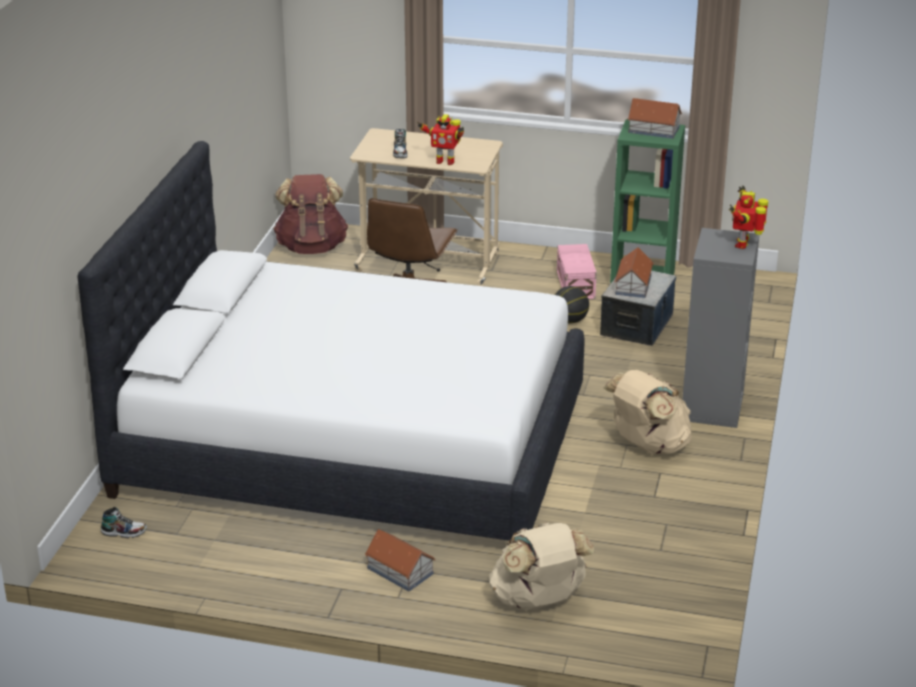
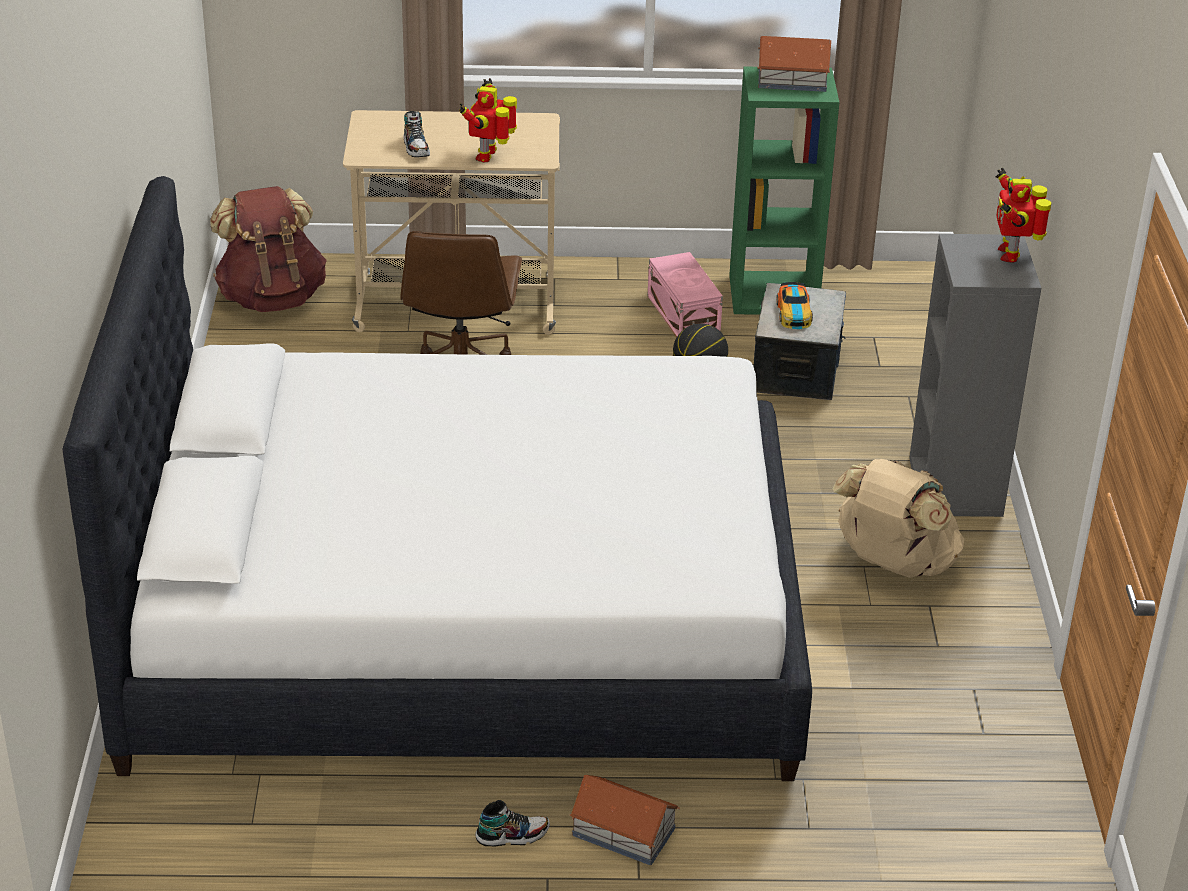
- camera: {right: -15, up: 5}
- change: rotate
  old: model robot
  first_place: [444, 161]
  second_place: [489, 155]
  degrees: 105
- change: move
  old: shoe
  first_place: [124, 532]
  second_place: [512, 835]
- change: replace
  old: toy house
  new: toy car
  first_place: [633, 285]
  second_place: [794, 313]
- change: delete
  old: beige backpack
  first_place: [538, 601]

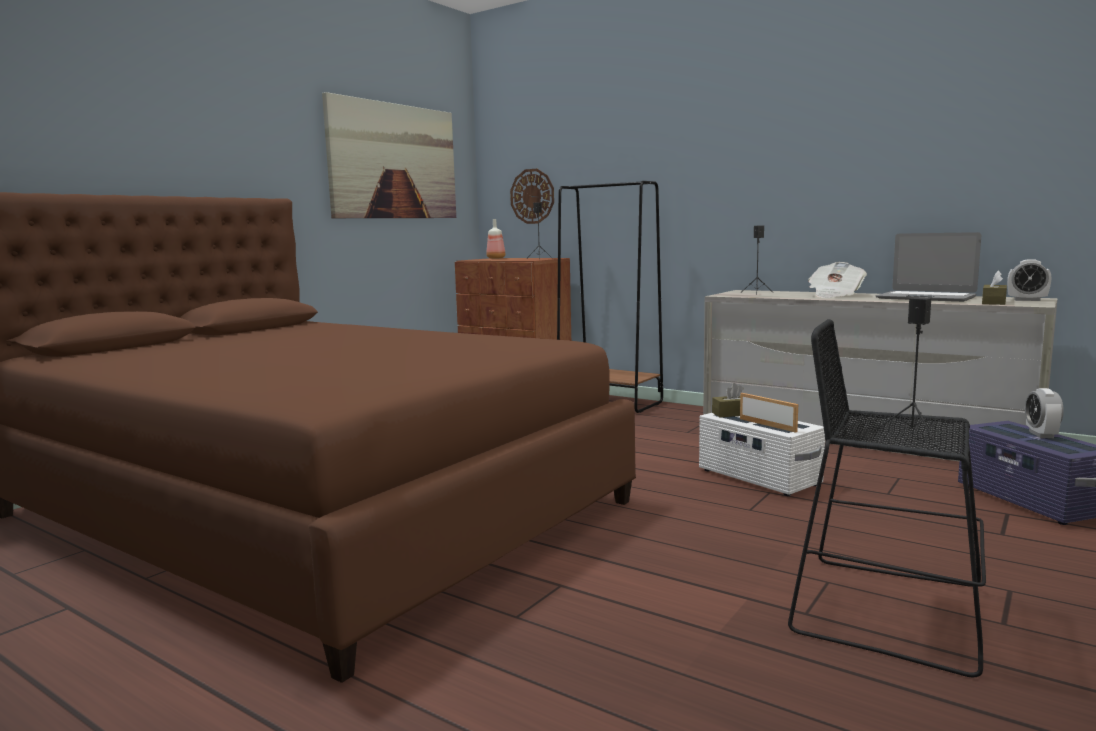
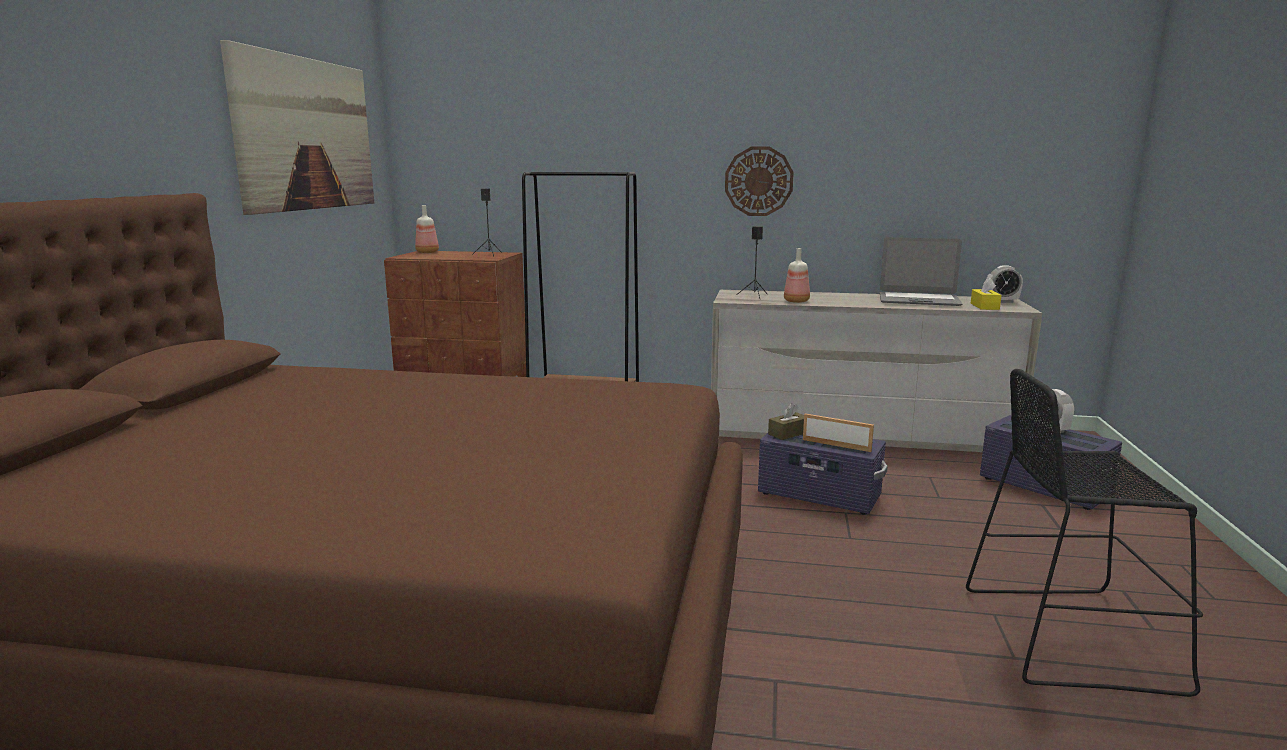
- camera: {right: -25, up: 5}
- change: move
  old: hanging clock
  first_place: [532, 196]
  second_place: [758, 181]
- change: recolor
  old: white storage container
  new: purple-coloured storage container
  first_place: [758, 477]
  second_place: [819, 495]
- change: insert
  new: bottle
  second_place: [797, 301]
- change: recolor
  old: brown-coloured box of tissues
  new: yellow box of tissues
  first_place: [993, 302]
  second_place: [984, 306]
- change: delete
  old: daily paper
  first_place: [834, 295]
- change: delete
  old: black loudspeaker
  first_place: [912, 435]

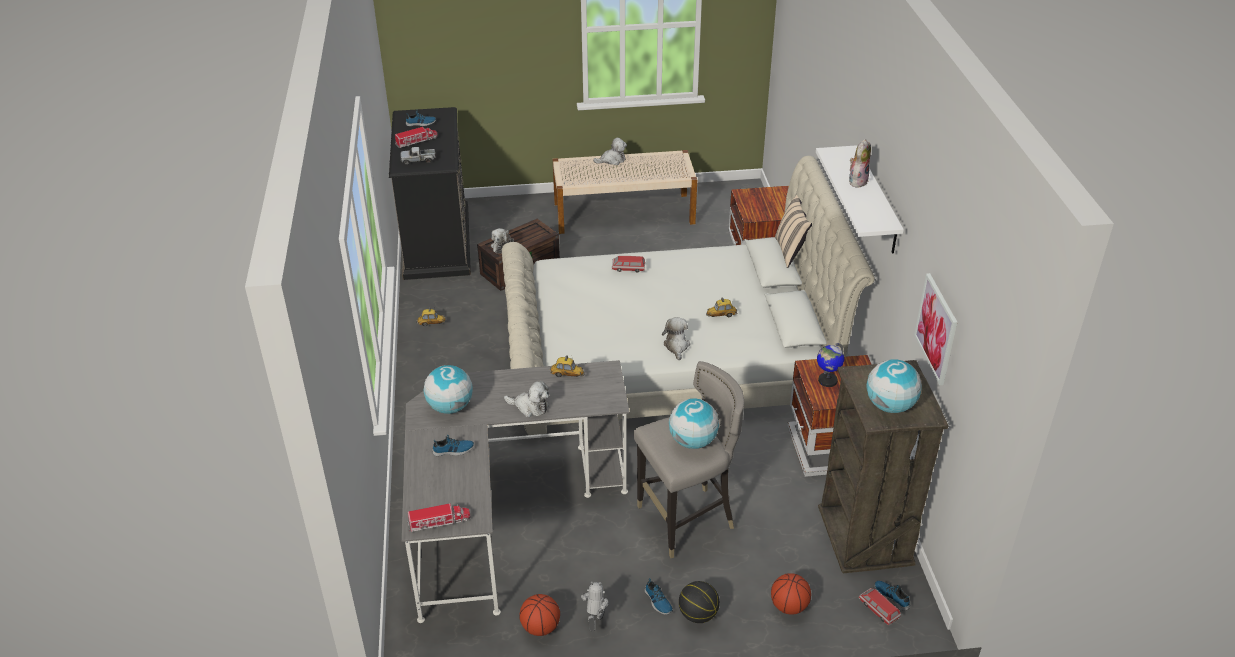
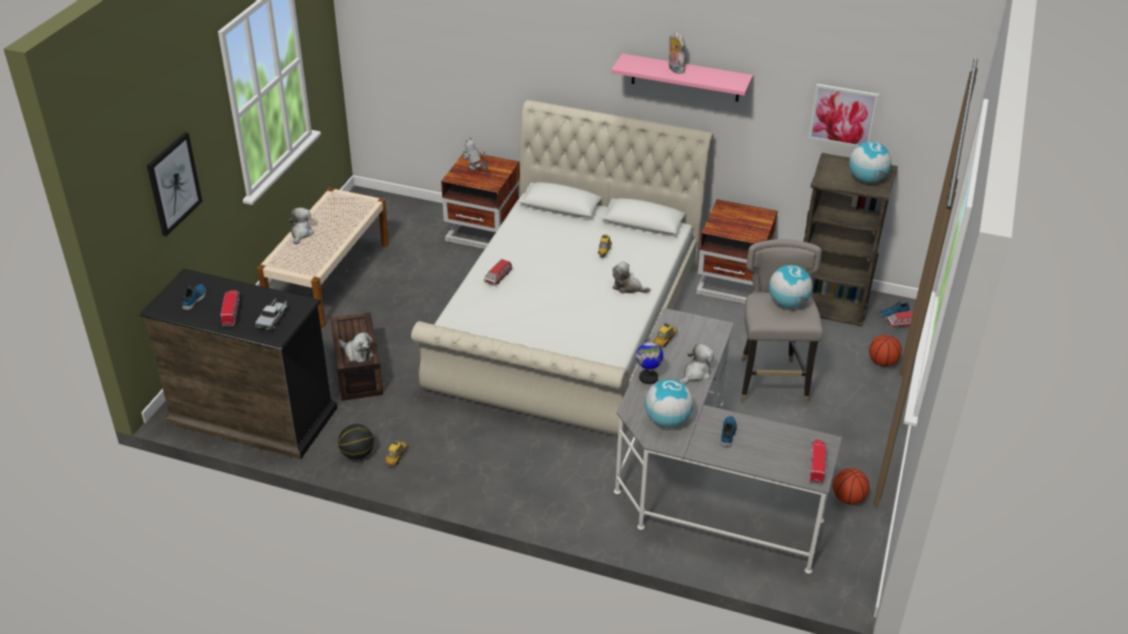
- camera: {right: -65, up: 0}
- change: insert
  new: wall art
  second_place: [173, 183]
- change: move
  old: ball for basketball
  first_place: [698, 614]
  second_place: [357, 454]
- change: move
  old: model robot
  first_place: [595, 622]
  second_place: [475, 172]
- change: recolor
  old: white shelf
  new: pinkish shelf
  first_place: [876, 201]
  second_place: [685, 78]
- change: move
  old: world globe
  first_place: [827, 380]
  second_place: [648, 378]
- change: delete
  old: shoe
  first_place: [657, 601]
- change: delete
  old: beige throw pillow
  first_place: [791, 251]

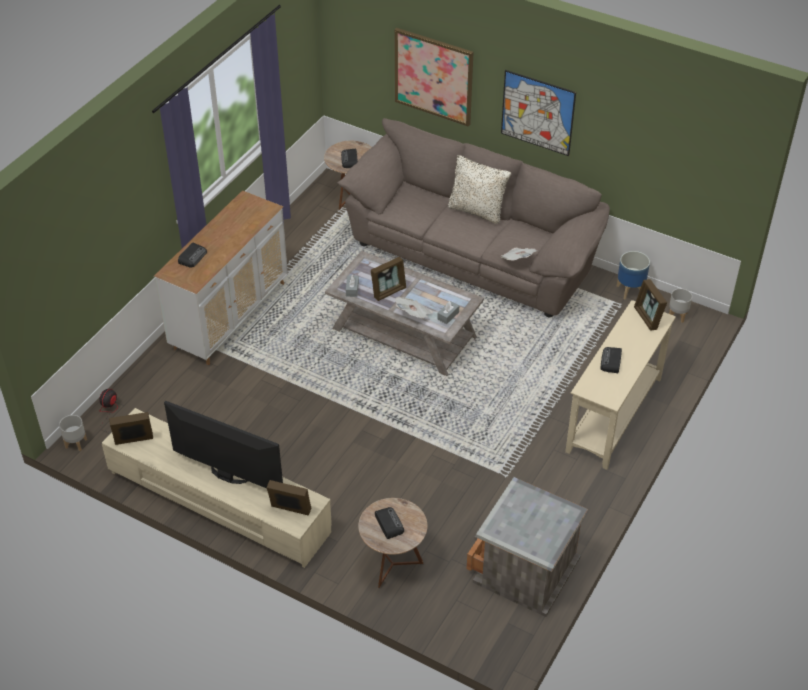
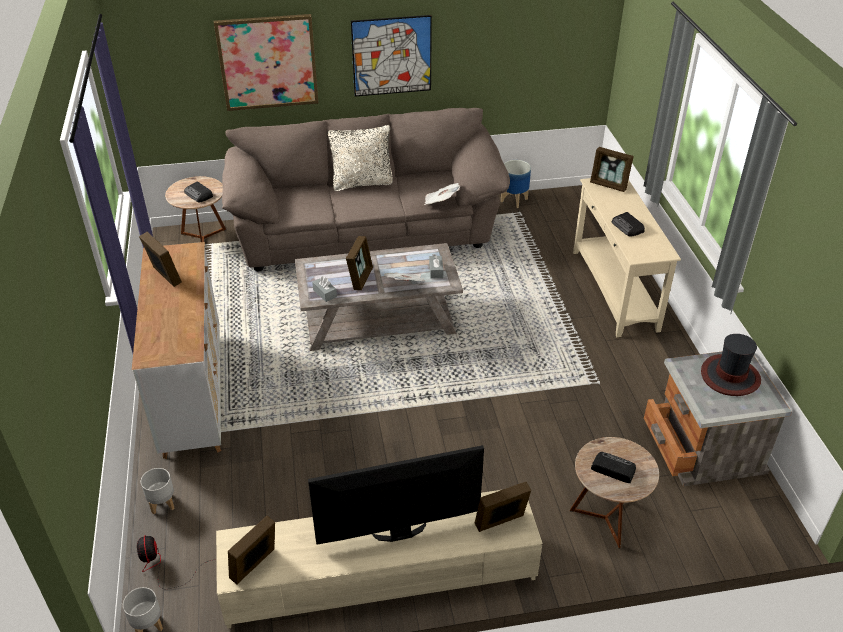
- camera: {right: -40, up: -5}
- change: insert
  new: picture frame
  second_place: [164, 276]
- change: move
  old: gray plant pot
  first_place: [678, 315]
  second_place: [163, 503]
- change: insert
  new: wearable hat
  second_place: [730, 376]
- change: delete
  old: radio
  first_place: [193, 257]

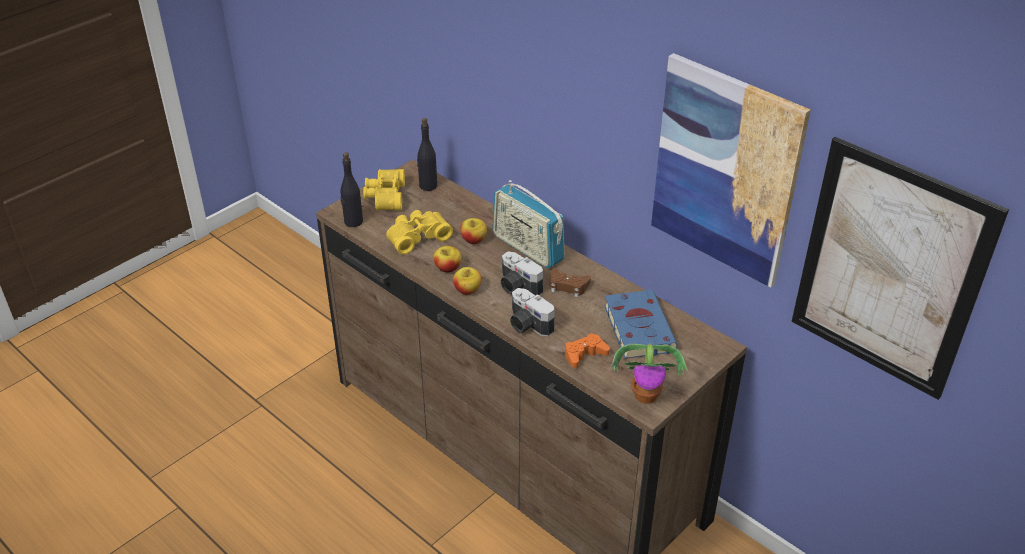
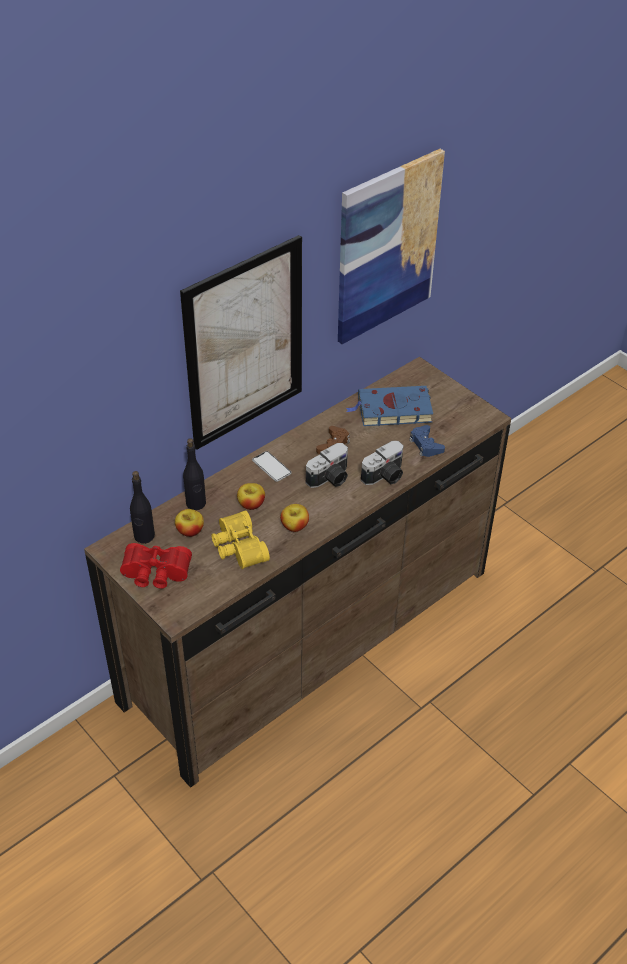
- camera: {right: -85, up: 5}
- change: recolor
  old: yellow binoculars
  new: red-coloured binoculars
  first_place: [384, 196]
  second_place: [155, 574]
- change: move
  old: whole apple
  first_place: [467, 290]
  second_place: [190, 531]
- change: move
  old: wall art
  first_place: [889, 270]
  second_place: [244, 344]
- change: move
  old: black bottle
  first_place: [353, 222]
  second_place: [196, 503]
- change: replace
  old: radio
  new: phone
  first_place: [527, 248]
  second_place: [271, 467]
- change: recolor
  old: orangey gamepad
  new: blue gamepad
  first_place: [584, 354]
  second_place: [425, 445]
- change: delete
  old: houseplant
  first_place: [646, 395]

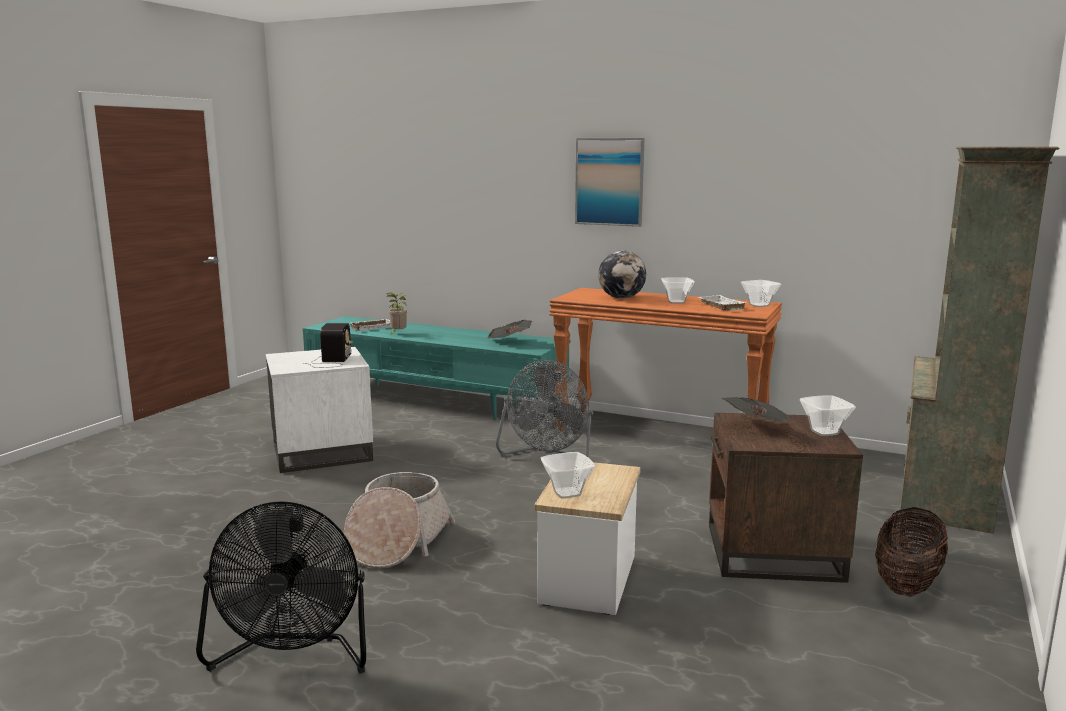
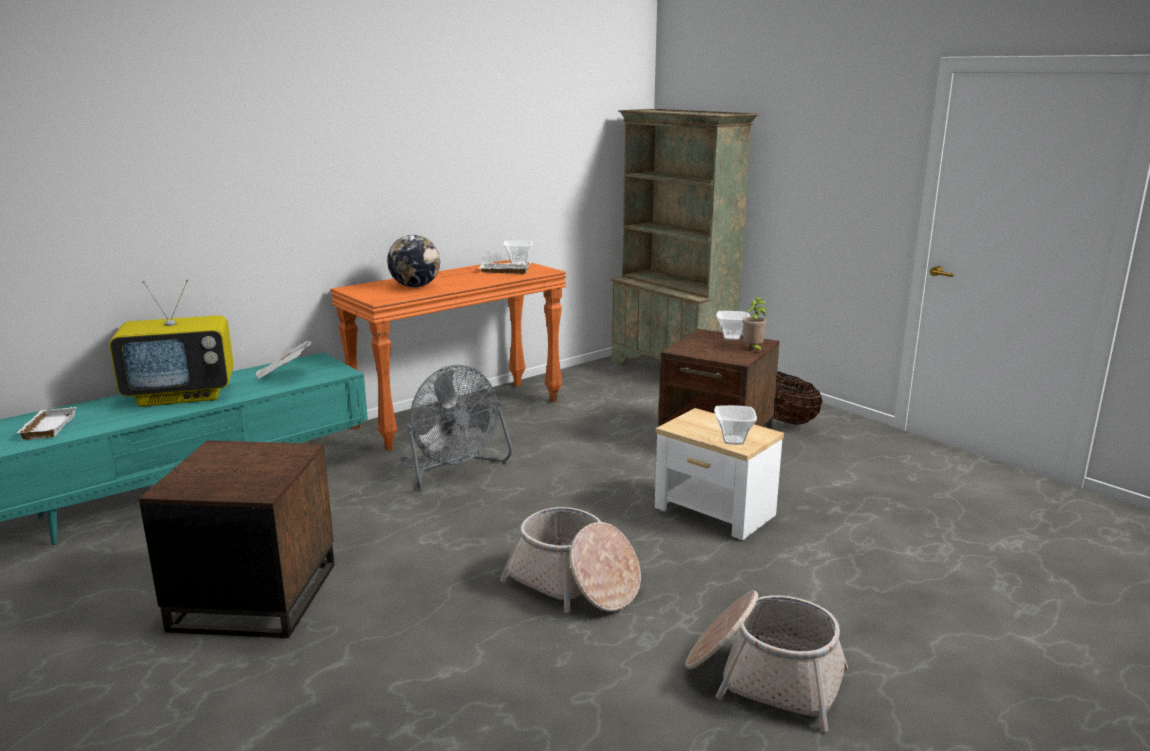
- camera: {right: -65, up: 5}
- change: insert
  new: television
  second_place: [182, 395]
- change: recolor
  old: white side table
  new: brown-coloured side table
  first_place: [322, 452]
  second_place: [253, 596]
- change: replace
  old: black electric fan
  new: household basket
  first_place: [289, 651]
  second_place: [763, 677]
- change: move
  old: houseplant
  first_place: [397, 334]
  second_place: [753, 349]
- change: delete
  old: radio
  first_place: [331, 361]
- change: delete
  old: wall art
  first_place: [609, 182]
- change: delete
  old: bowl
  first_place: [675, 302]
- change: delete
  old: daily paper
  first_place: [757, 428]

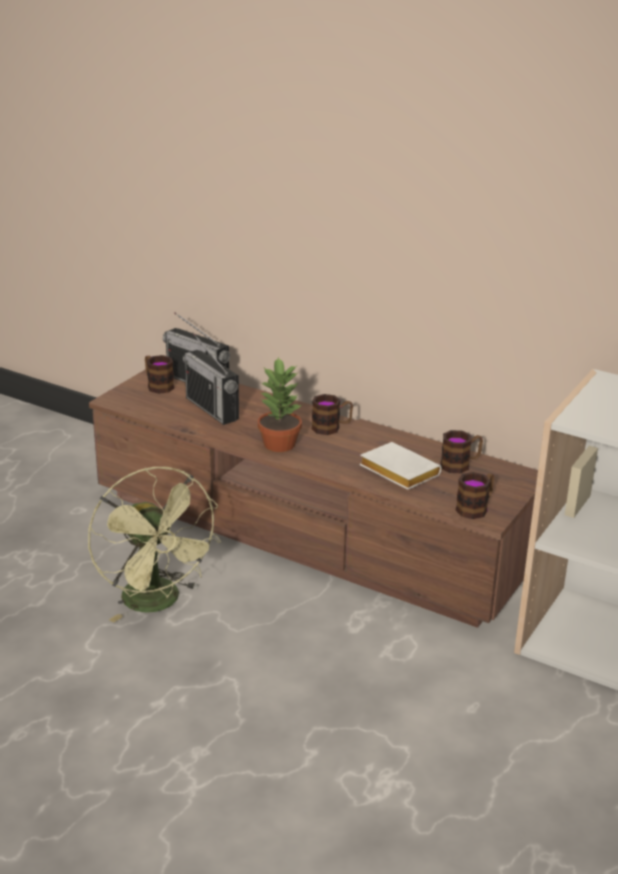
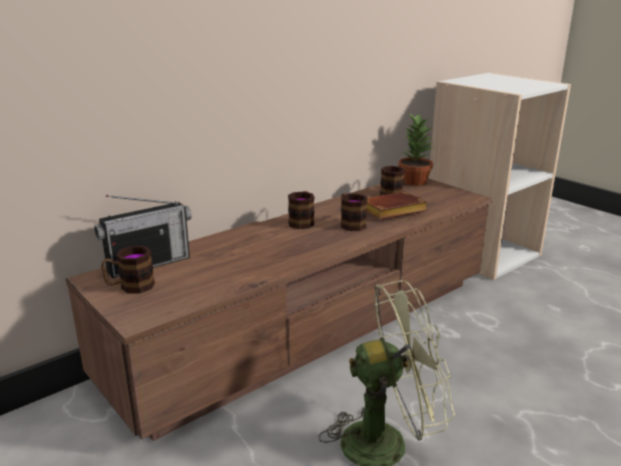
- camera: {right: -70, up: -5}
- change: move
  old: mug
  first_place: [476, 508]
  second_place: [350, 223]
- change: recolor
  old: white bound book
  new: brown-coloured bound book
  first_place: [396, 472]
  second_place: [392, 212]
- change: move
  old: houseplant
  first_place: [280, 444]
  second_place: [414, 181]
- change: delete
  old: radio
  first_place: [212, 409]

